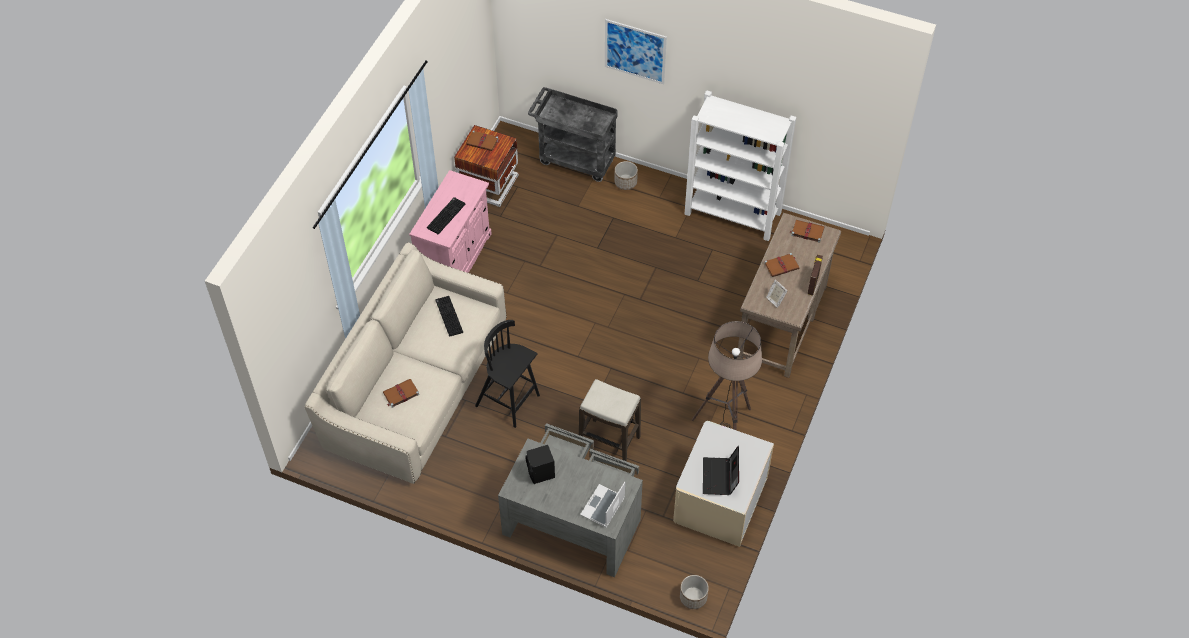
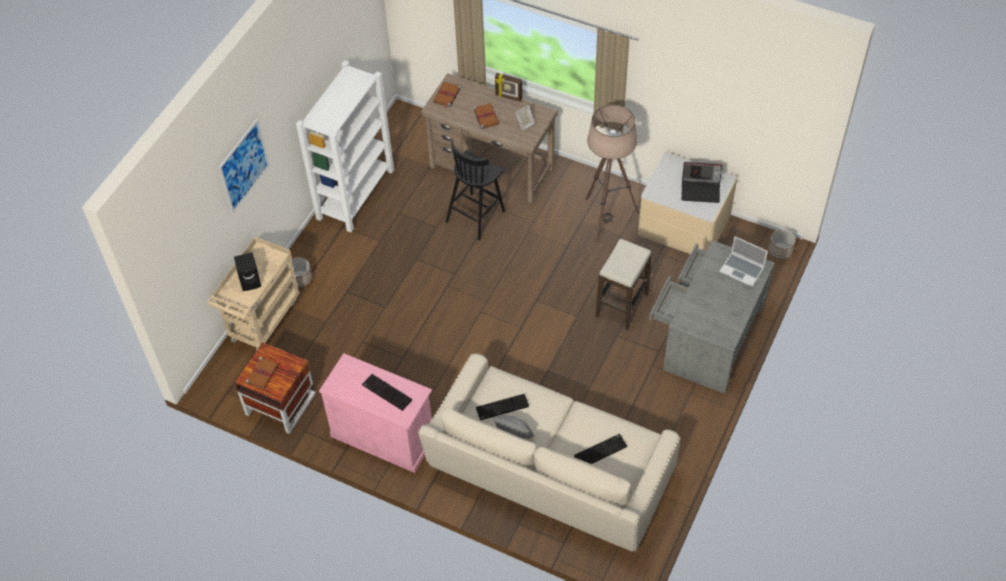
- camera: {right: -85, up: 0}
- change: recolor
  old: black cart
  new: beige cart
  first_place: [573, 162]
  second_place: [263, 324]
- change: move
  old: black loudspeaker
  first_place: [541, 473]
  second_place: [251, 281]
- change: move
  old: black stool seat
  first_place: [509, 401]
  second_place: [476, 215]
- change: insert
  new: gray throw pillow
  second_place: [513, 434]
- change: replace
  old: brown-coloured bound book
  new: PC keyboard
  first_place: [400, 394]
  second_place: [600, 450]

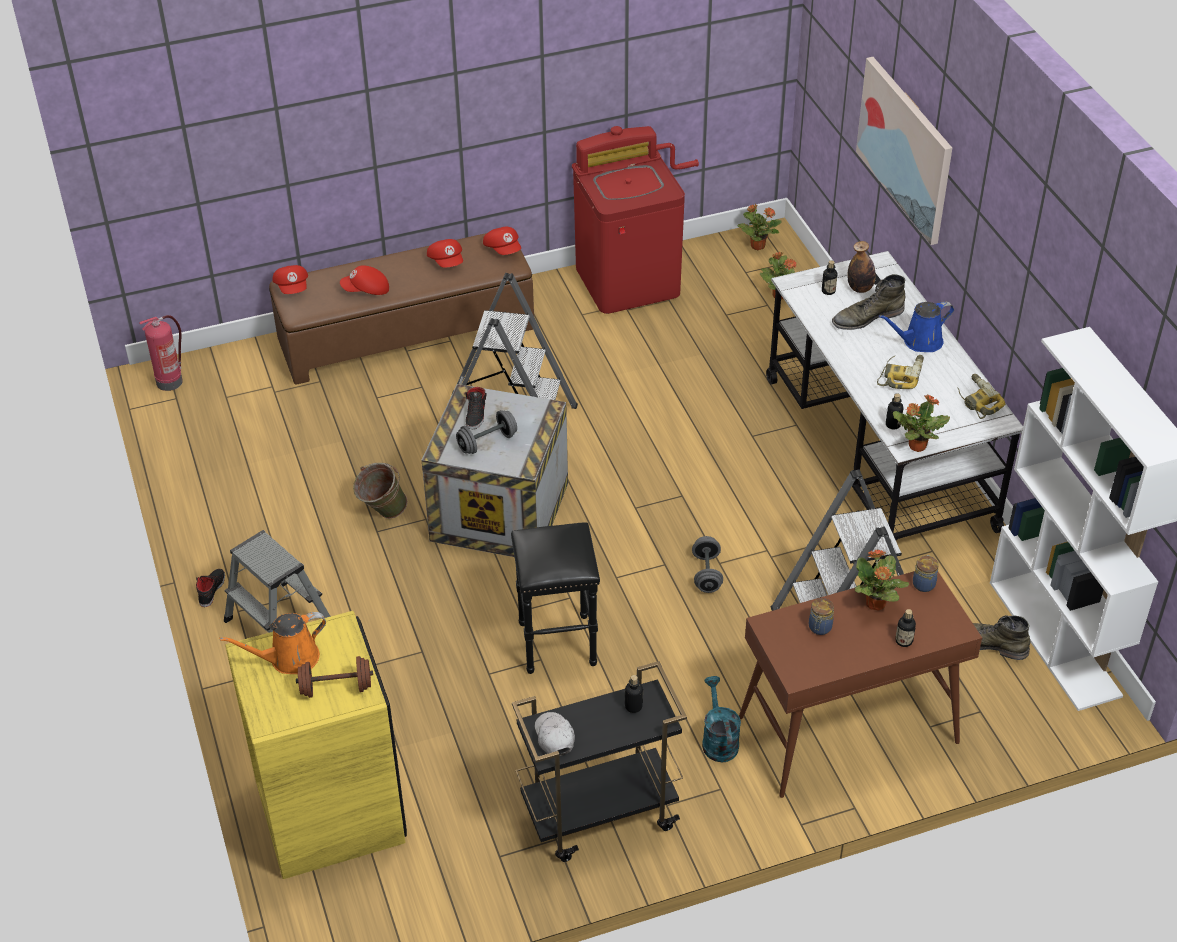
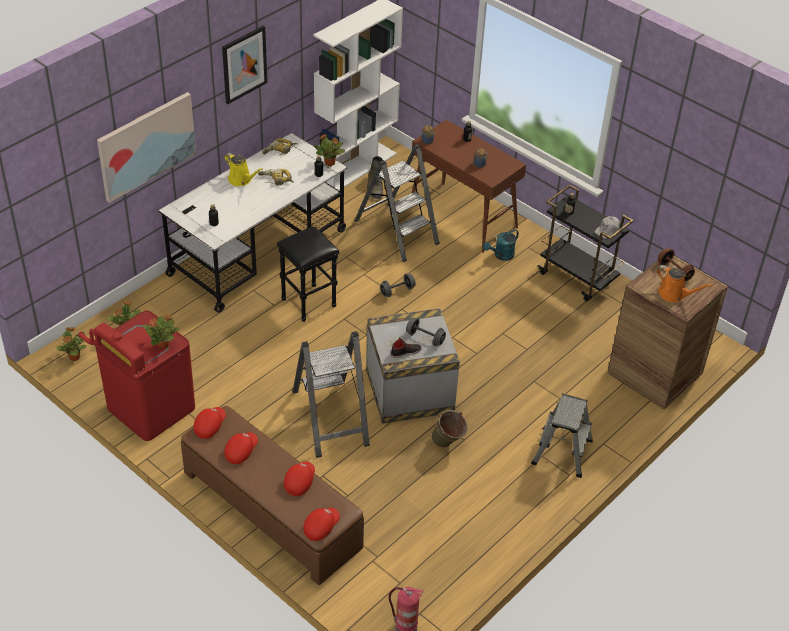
- camera: {right: -120, up: 0}
- change: move
  old: houseplant
  first_place: [875, 604]
  second_place: [163, 345]
- change: insert
  new: wall art
  second_place: [244, 64]
- change: recolor
  old: blue watering pot
  new: yellow watering pot
  first_place: [919, 342]
  second_place: [241, 180]
- change: move
  old: black stool seat
  first_place: [555, 642]
  second_place: [308, 303]
- change: rotate
  old: red-coloured cap
  first_place: [366, 290]
  second_place: [299, 482]
  degrees: -120
- change: recolor
  old: yellow cupboard
  new: brown-coloured cupboard
  first_place: [330, 811]
  second_place: [654, 373]
- change: delete
  old: black shoe
  first_place: [211, 589]
- change: delete
  old: green high-top boot
  first_place: [867, 317]
- change: delete
  old: bottle
  first_place: [860, 288]

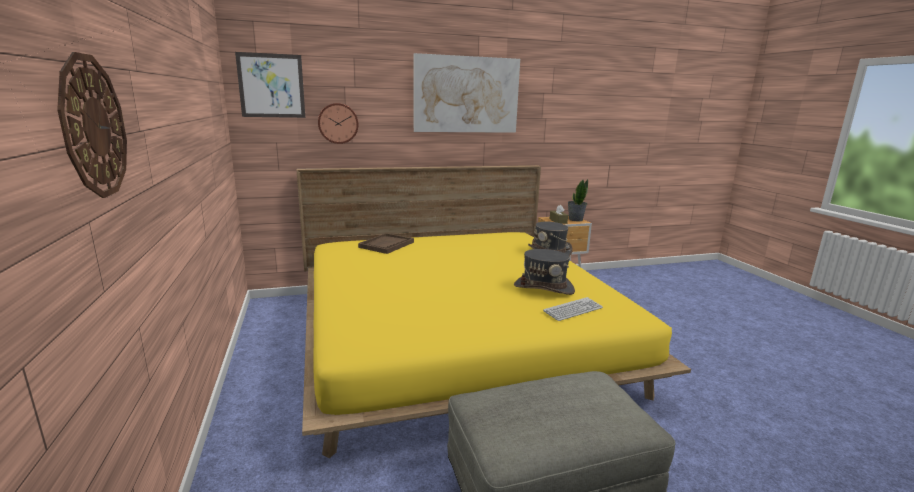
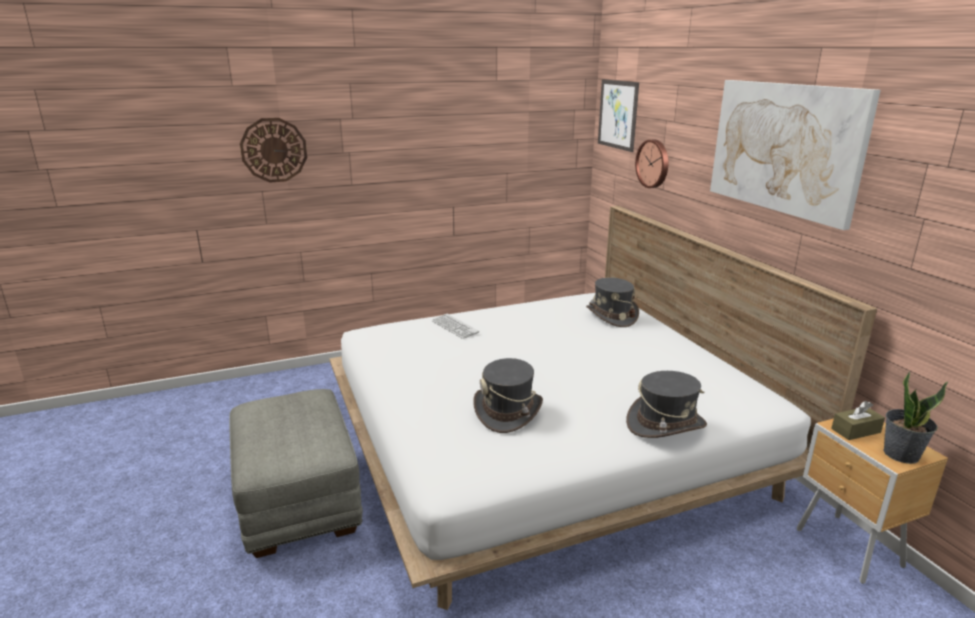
- camera: {right: 85, up: 5}
- change: recolor
  old: yellow sleeping bed
  new: white sleeping bed
  first_place: [457, 340]
  second_place: [544, 441]
- change: move
  old: PC keyboard
  first_place: [573, 310]
  second_place: [454, 327]
- change: replace
  old: brown-coloured carrying tray
  new: gray wearable hat
  first_place: [386, 245]
  second_place: [611, 316]

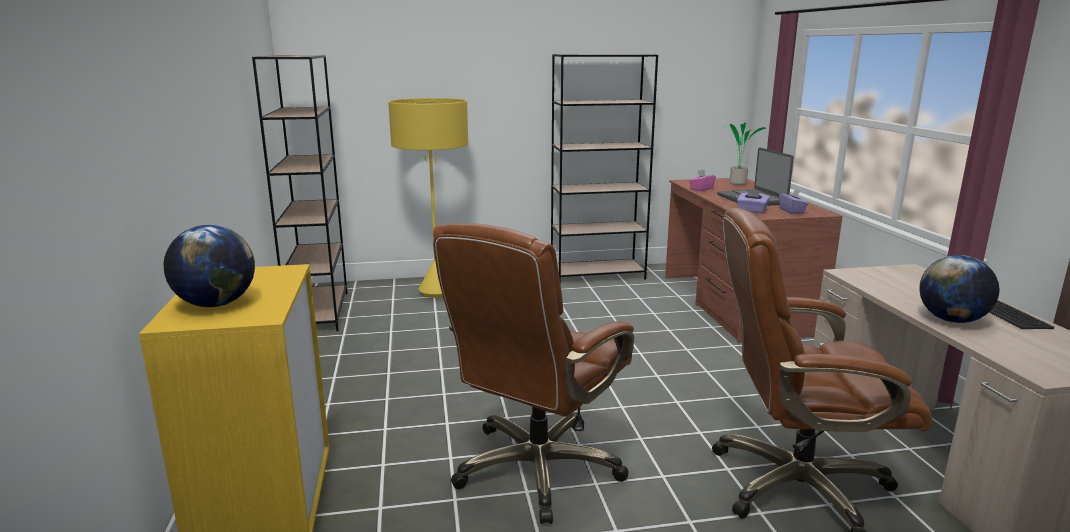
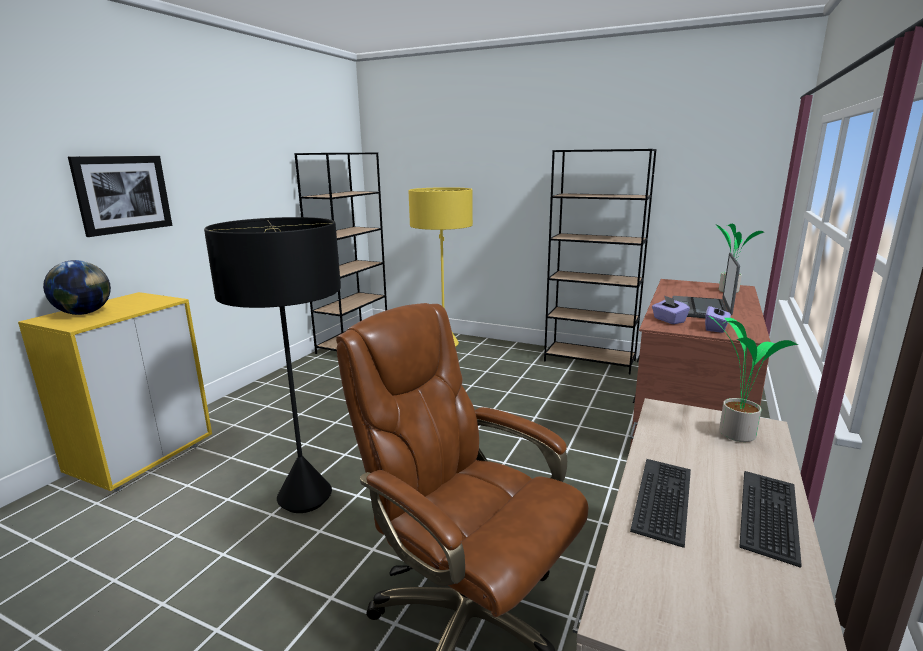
- camera: {right: 35, up: 0}
- change: insert
  new: wall art
  second_place: [123, 194]
- change: replace
  old: brown-coloured office chair
  new: black floor lamp
  first_place: [538, 467]
  second_place: [305, 500]
- change: replace
  old: world globe
  new: PC keyboard
  first_place: [952, 320]
  second_place: [664, 500]
- change: insert
  new: houseplant
  second_place: [734, 434]
- change: delete
  old: pinkish box of tissues
  first_place: [701, 189]

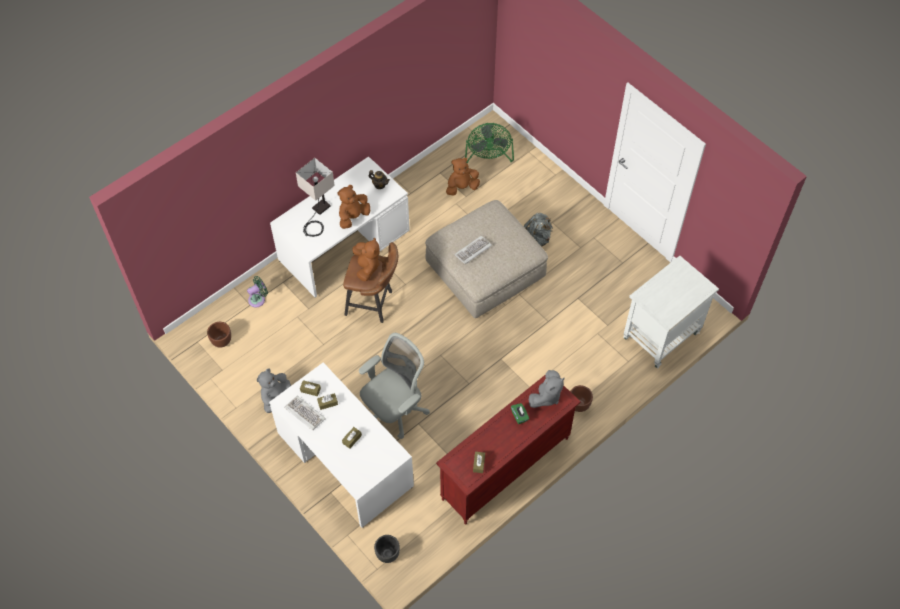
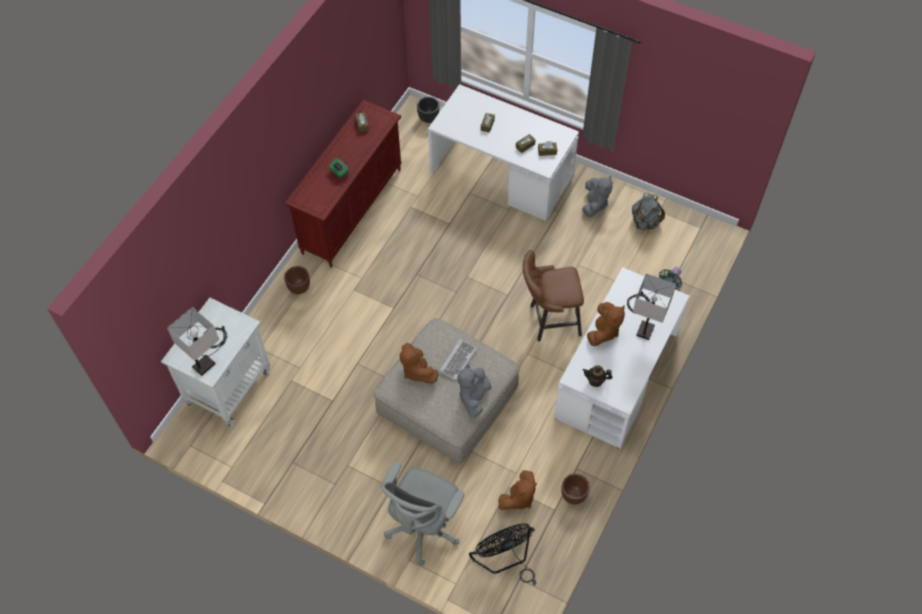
- camera: {right: 160, up: 0}
- change: insert
  new: lamp for a table
  second_place: [209, 354]
- change: move
  old: gray office chair
  first_place: [394, 413]
  second_place: [423, 524]
- change: move
  old: brown-coloured cuddly toy
  first_place: [367, 267]
  second_place: [417, 371]
- change: move
  old: gray cuddly toy
  first_place: [546, 396]
  second_place: [474, 397]
- change: recolor
  old: green electric fan
  new: black electric fan
  first_place: [486, 155]
  second_place: [508, 558]
- change: move
  old: brown-coloured plant pot
  first_place: [222, 341]
  second_place: [573, 496]
- change: move
  old: gray backpack
  first_place: [537, 238]
  second_place: [645, 222]
- change: delete
  old: PC keyboard
  first_place: [304, 414]

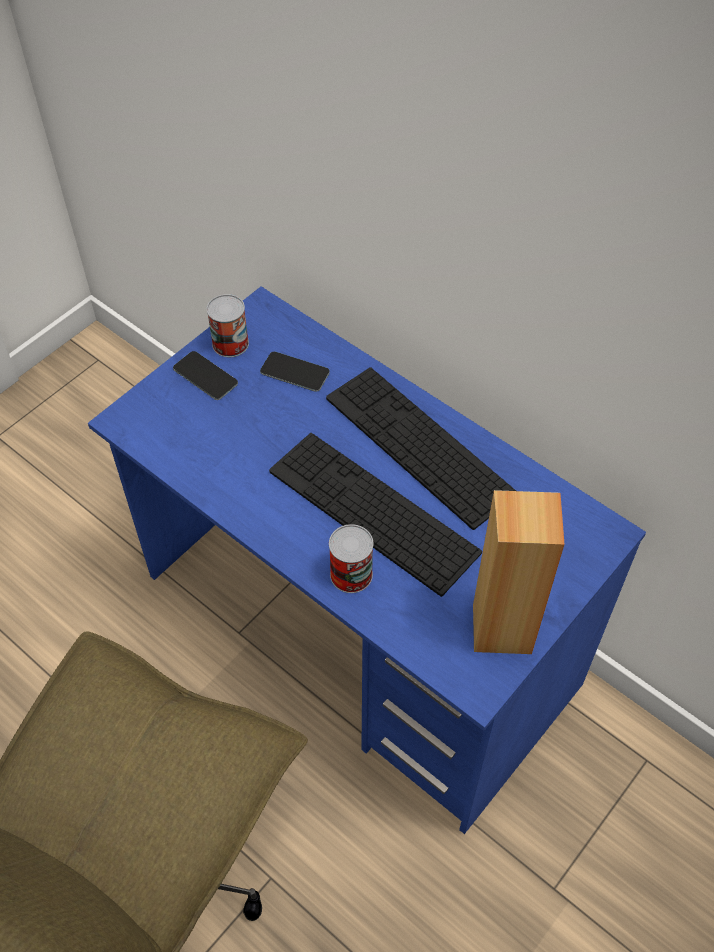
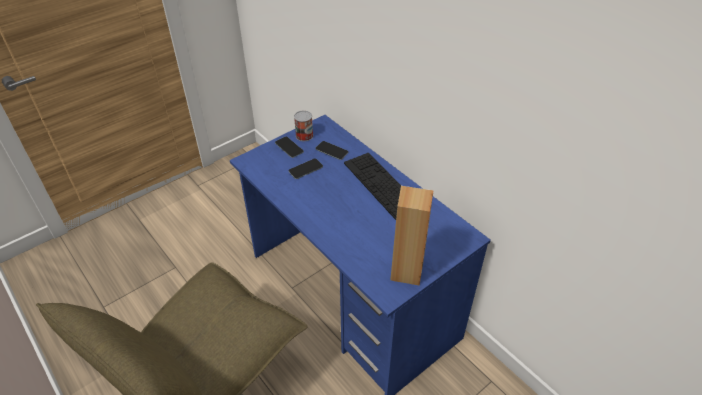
- camera: {right: 10, up: -10}
- change: insert
  new: phone
  second_place: [305, 169]
- change: delete
  old: PC keyboard
  first_place: [372, 511]
- change: delete
  old: can
  first_place: [351, 574]

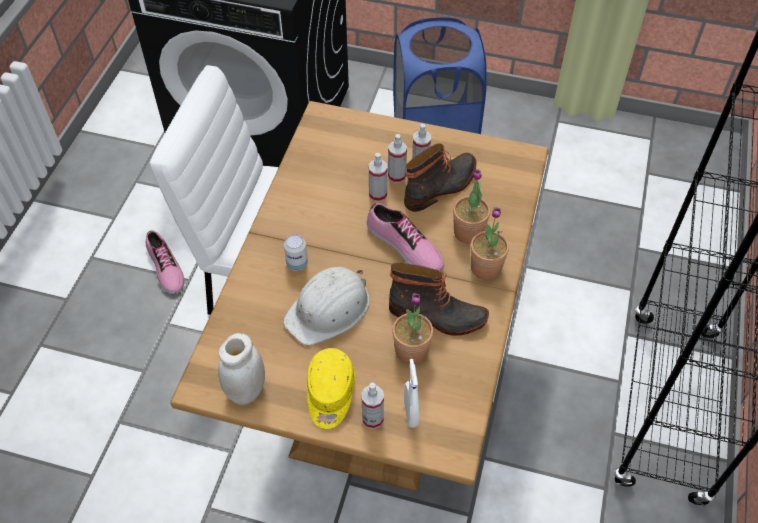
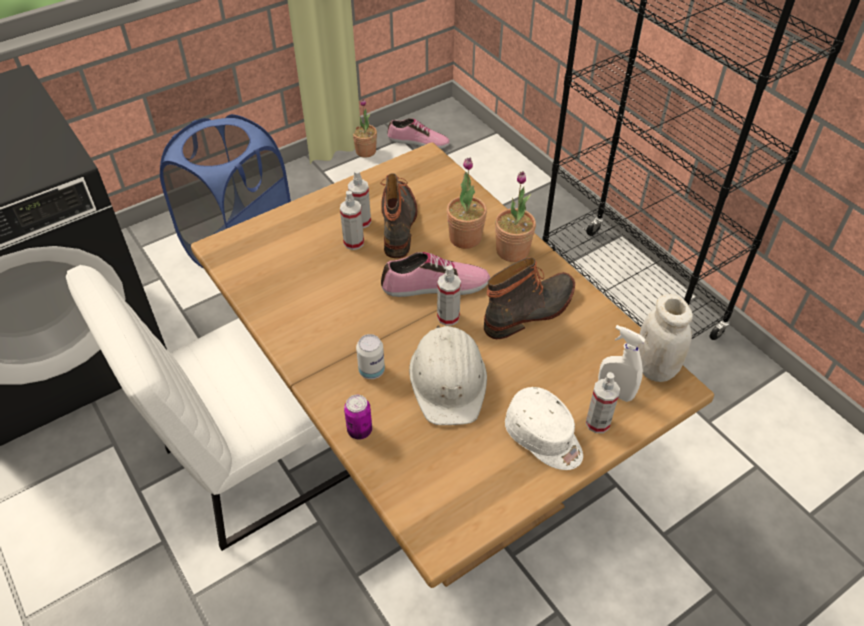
- camera: {right: -50, up: -5}
- change: insert
  new: can
  second_place: [359, 430]
- change: move
  old: houseplant
  first_place: [411, 350]
  second_place: [365, 151]
- change: move
  old: shoe
  first_place: [165, 268]
  second_place: [418, 142]
- change: move
  old: sprayer
  first_place: [378, 195]
  second_place: [448, 317]
- change: recolor
  old: yellow cap
  new: white cap
  first_place: [330, 394]
  second_place: [544, 438]
- change: move
  old: white preserve jar
  first_place: [246, 390]
  second_place: [655, 368]

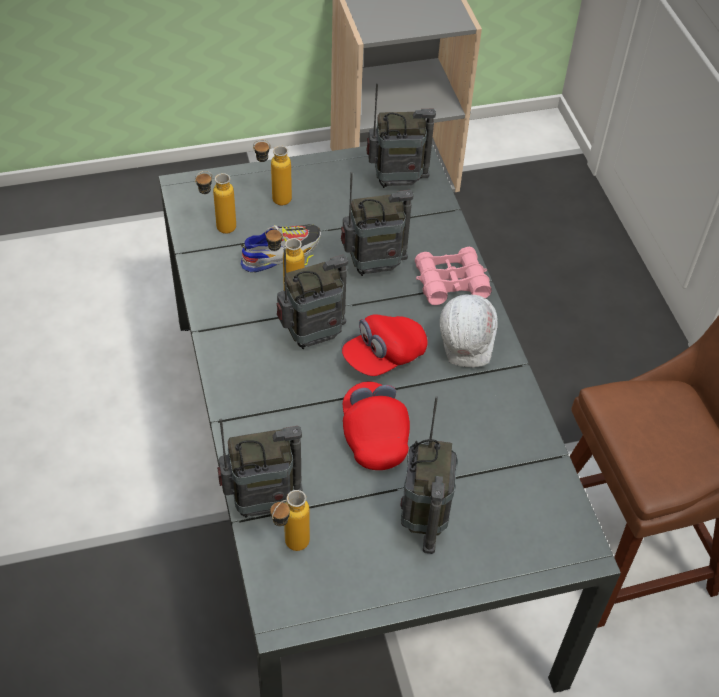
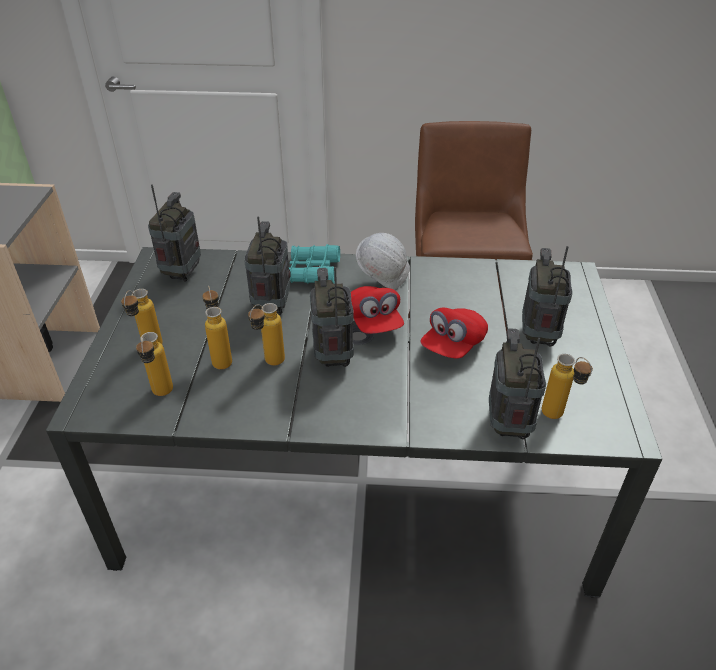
- camera: {right: -70, up: -10}
- change: replace
  old: shoe
  new: bottle
  first_place: [282, 252]
  second_place: [221, 358]
- change: recolor
  old: pinkish binoculars
  new: turquoise binoculars
  first_place: [451, 282]
  second_place: [312, 272]
- change: rotate
  old: red-coloured cap
  first_place: [374, 435]
  second_place: [453, 345]
  degrees: -60
- change: rotate
  old: radio
  first_place: [423, 517]
  second_place: [538, 336]
  degrees: -105

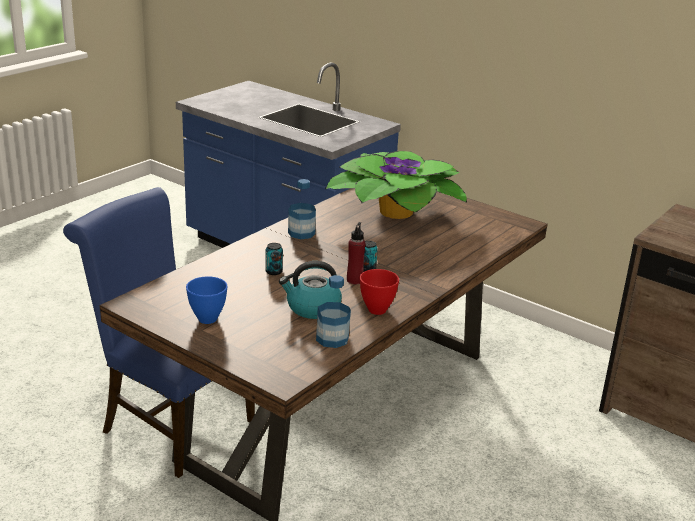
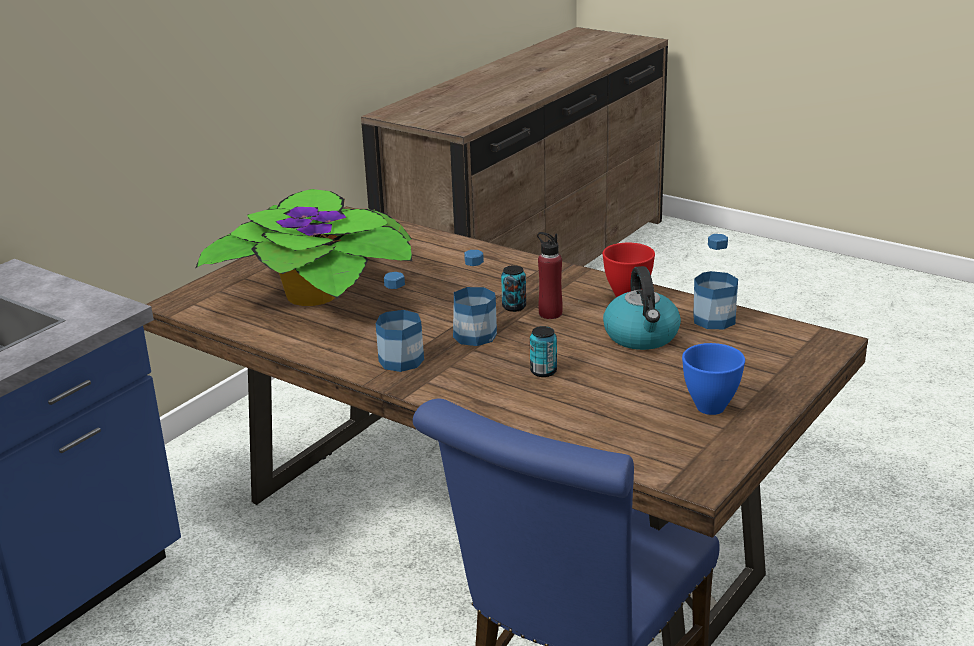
- camera: {right: -90, up: 0}
- change: insert
  new: bottle
  second_place: [475, 335]

